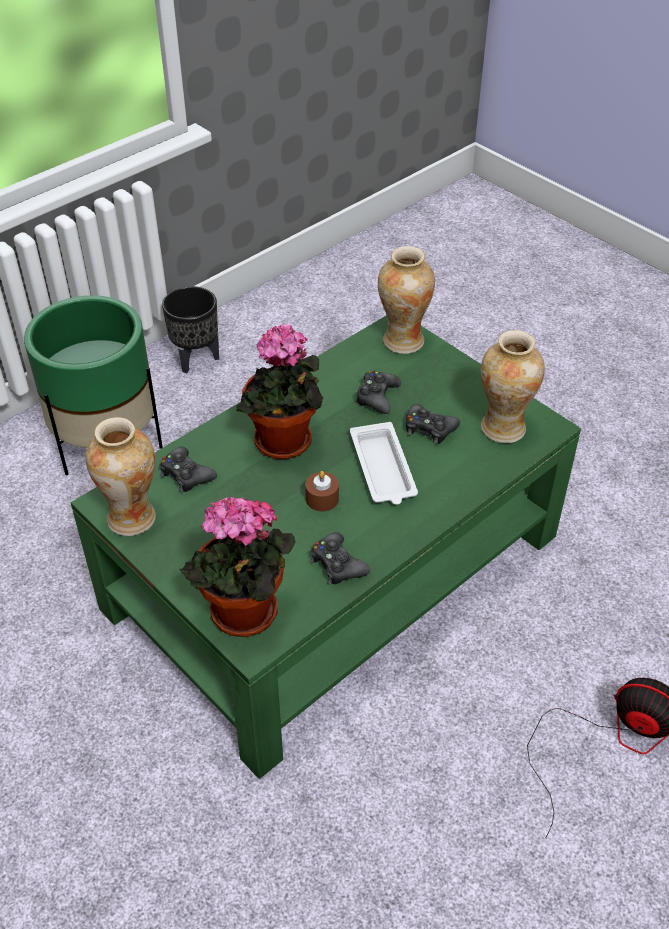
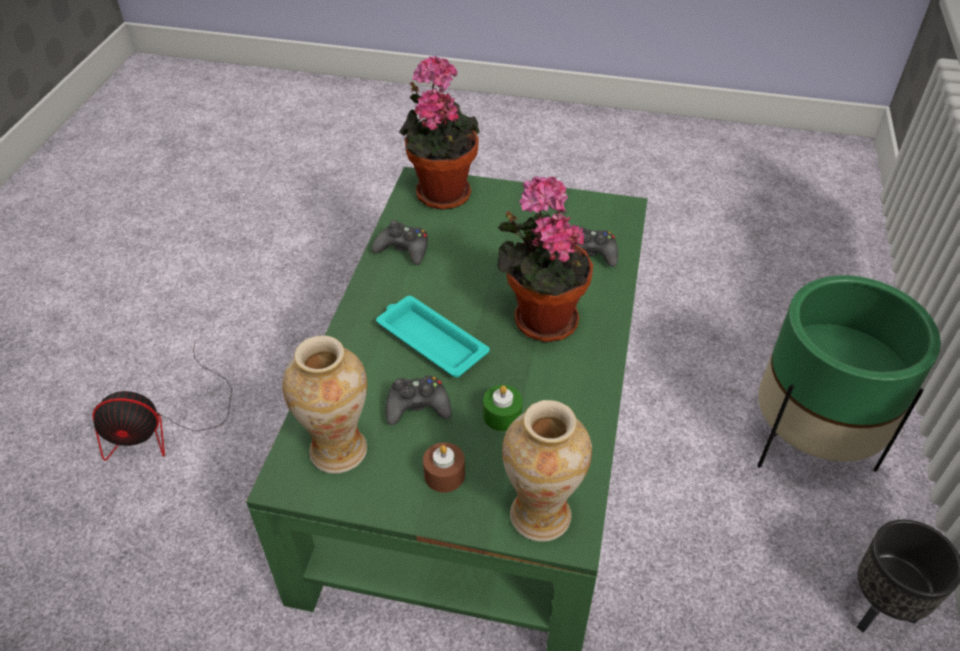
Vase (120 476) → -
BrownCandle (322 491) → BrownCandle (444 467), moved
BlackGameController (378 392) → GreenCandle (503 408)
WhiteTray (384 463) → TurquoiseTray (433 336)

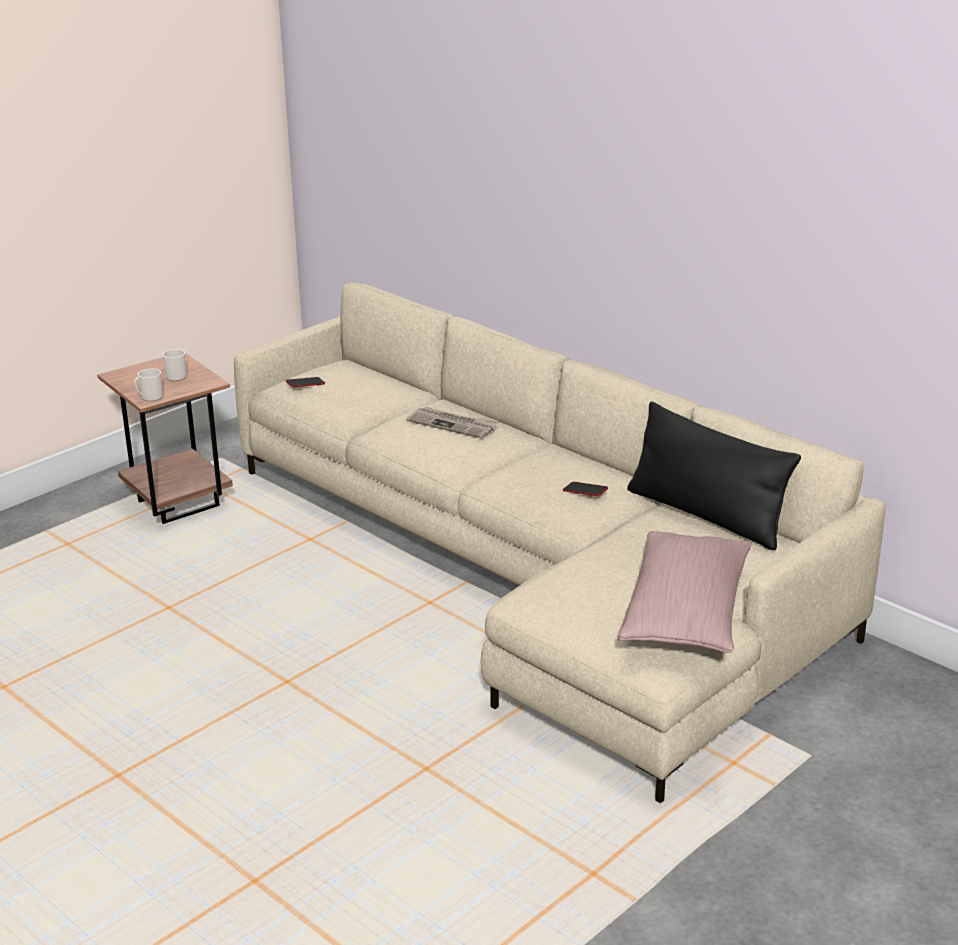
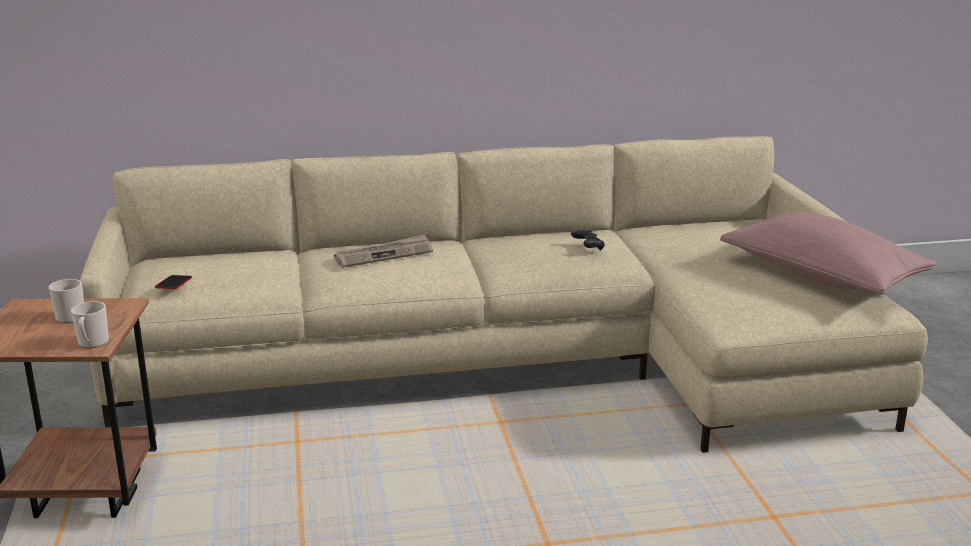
BlackPillow (714 475) → -
Phone (585 489) → BlackGameController (588 240)

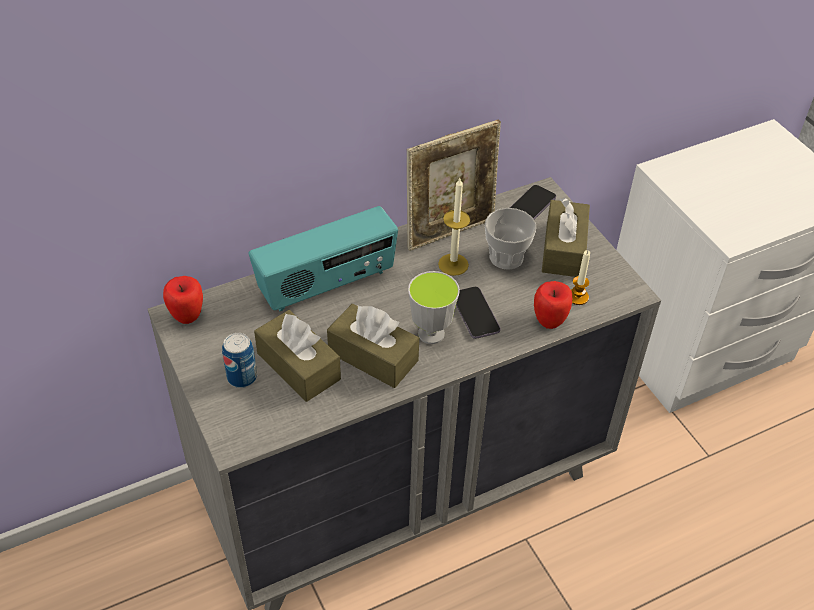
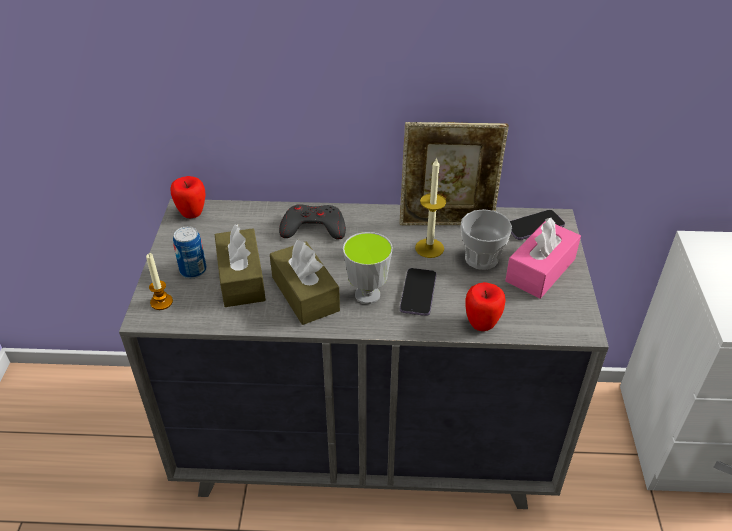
Candle (580 277) → Candle (159 281), moved
Radio (323 259) → GreyGameController (312 221)
BrownTissueBox (566 237) → PinkTissueBox (543 258)

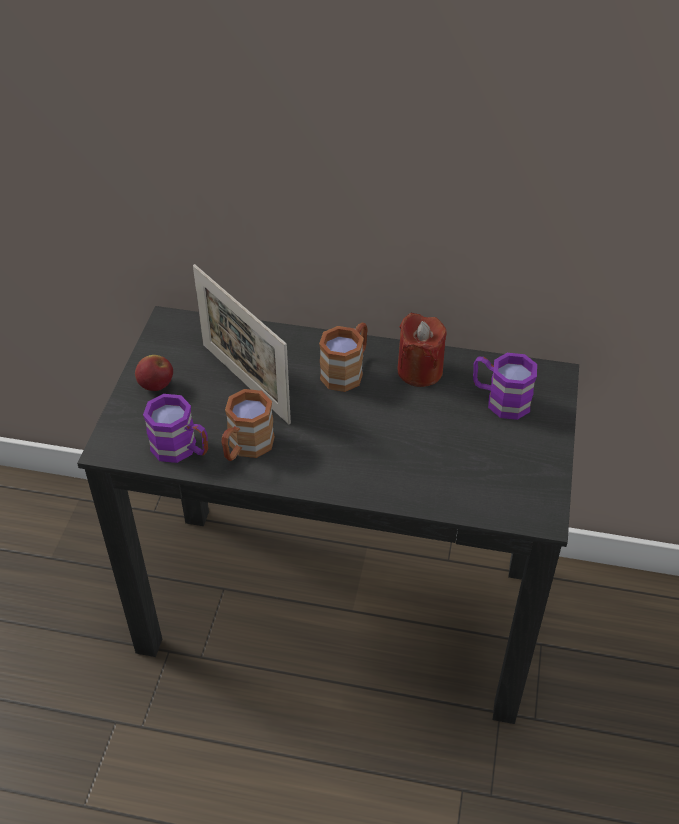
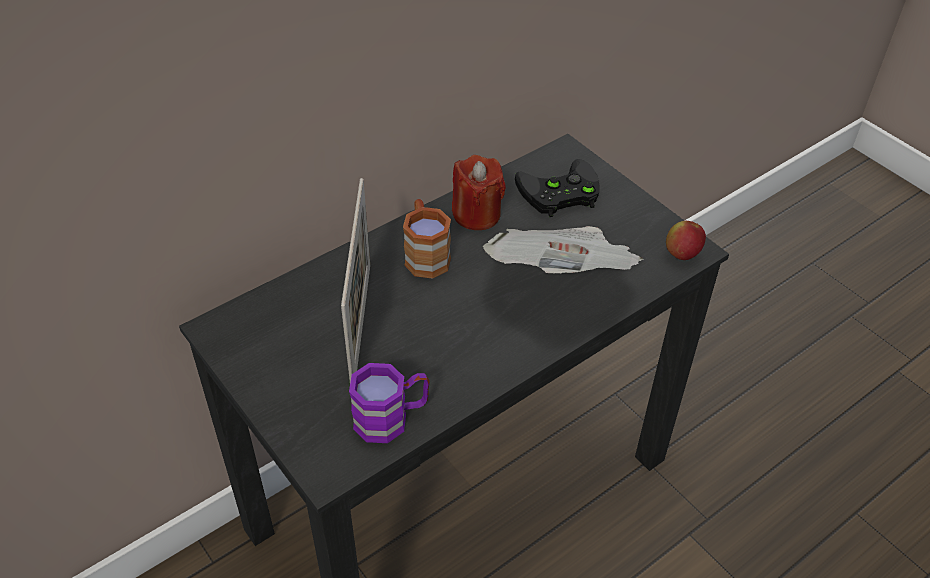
BrownMug (248 425) → -
- → Newspaper (563 249)
Apple (154 373) → Apple (686 240), moved
PurpleMug (505 386) → BlackGameController (557 188)
PictureFrame (242 344) → PictureFrame (355 280), 90 degrees counterclockwise

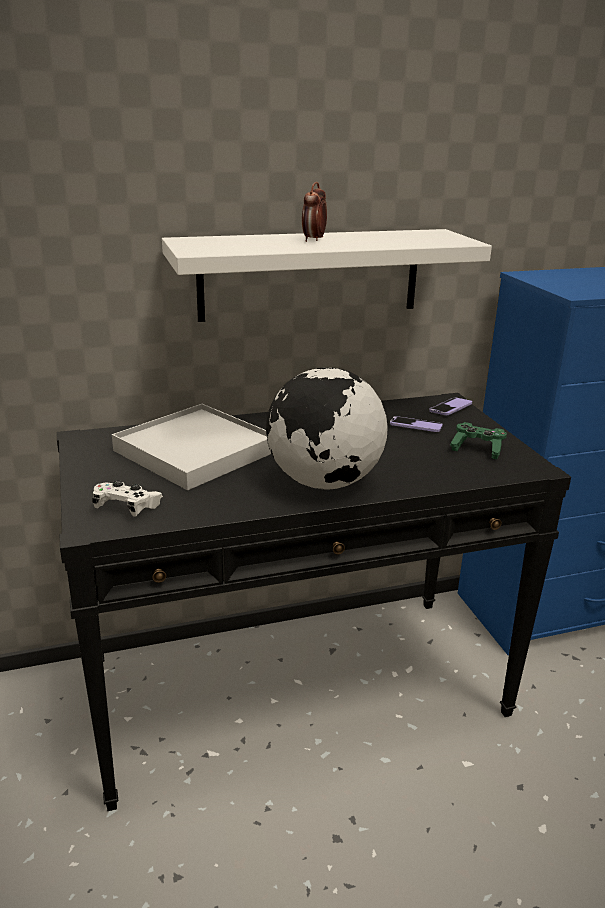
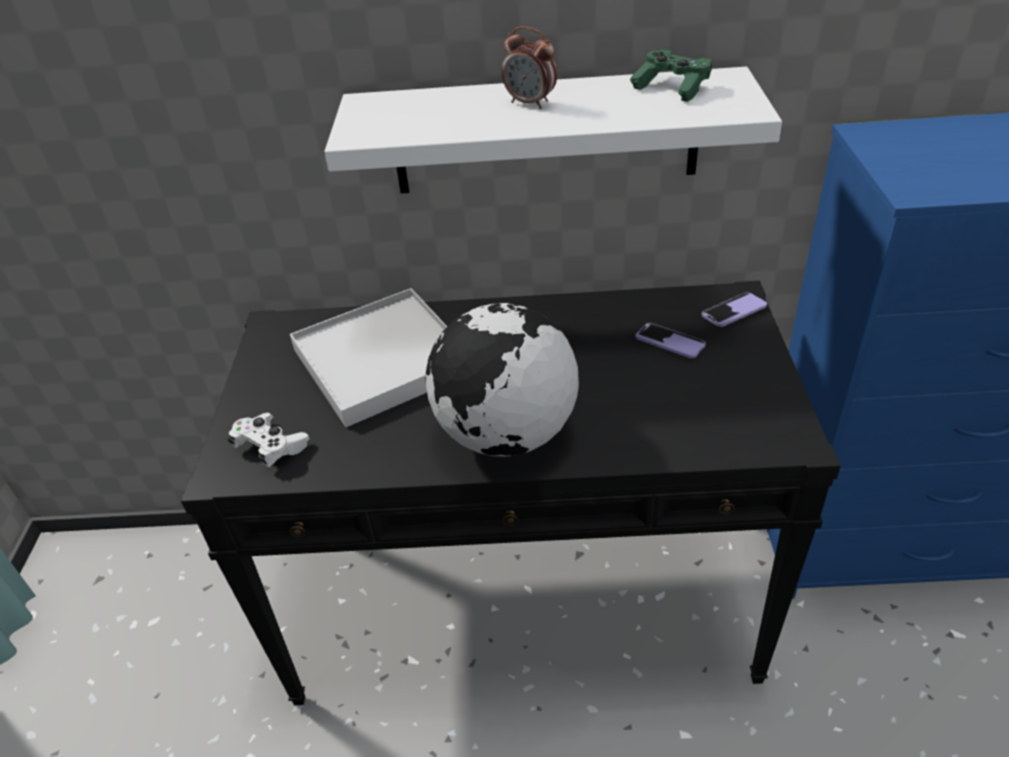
GreenGameController (478 440) → GreenGameController (671 75), moved
AlarmClock (314 212) → AlarmClock (529 67), 90 degrees counterclockwise

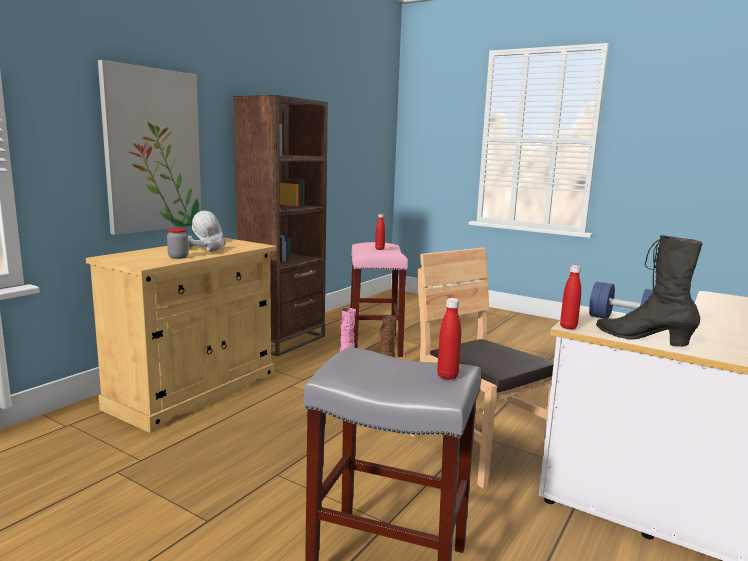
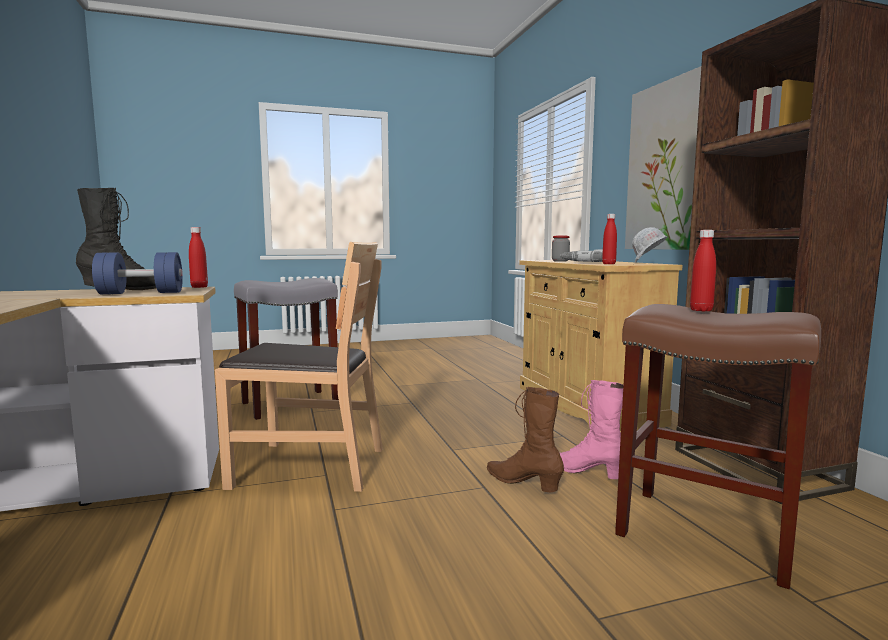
RedBottle (449 339) → RedBottle (609 239), moved
PinkStool (379 299) → BrownStool (718 446)

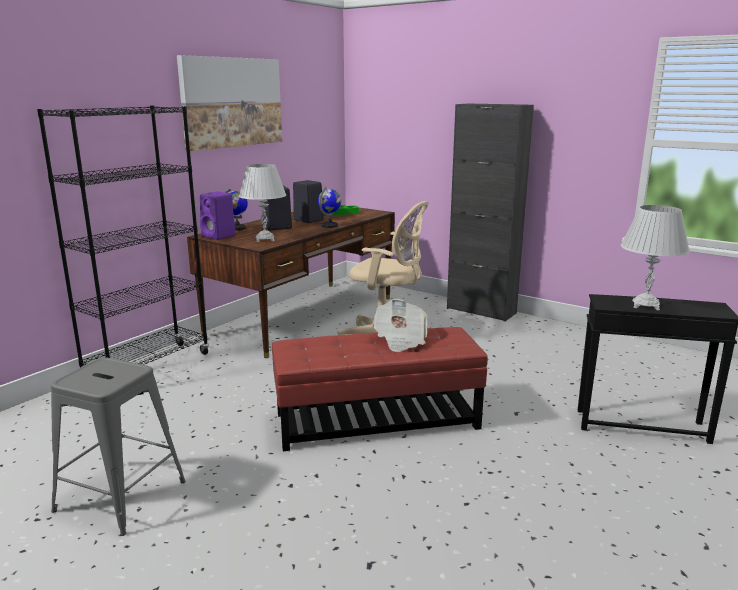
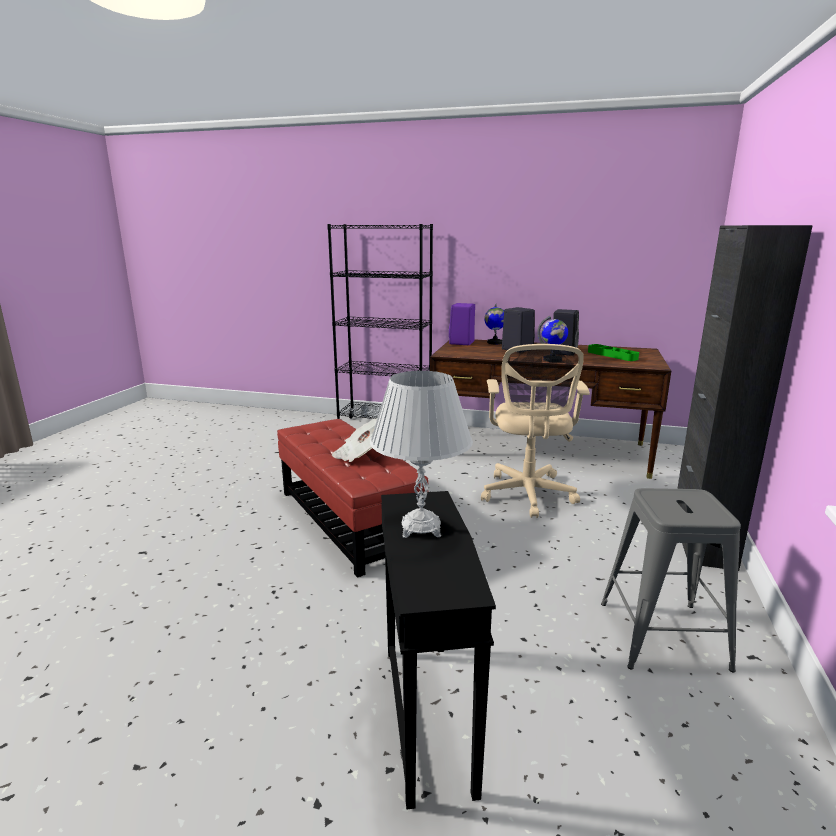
Picture (229 103) → -
WhiteTableLamp (262 203) → -
GreyStool (118 446) → GreyStool (671 580), moved

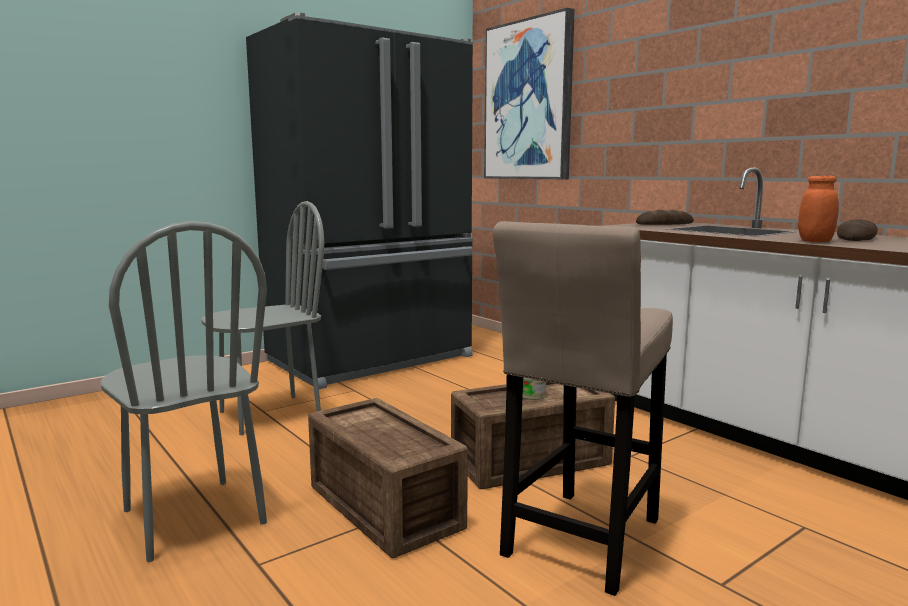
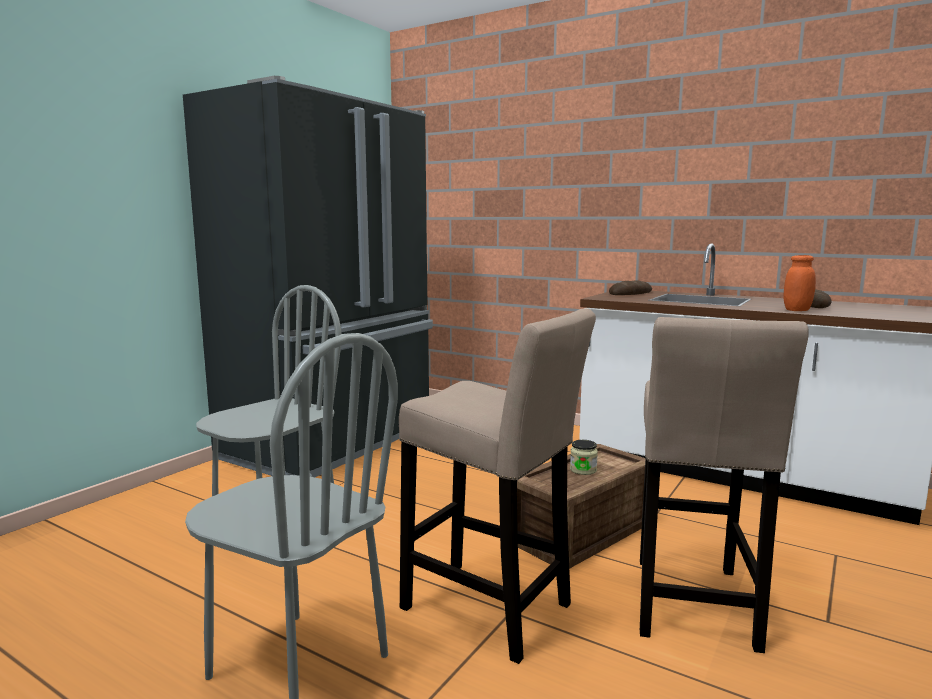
Picture (529 93) → -
Crate (388 478) → BeigeStool (497 486)

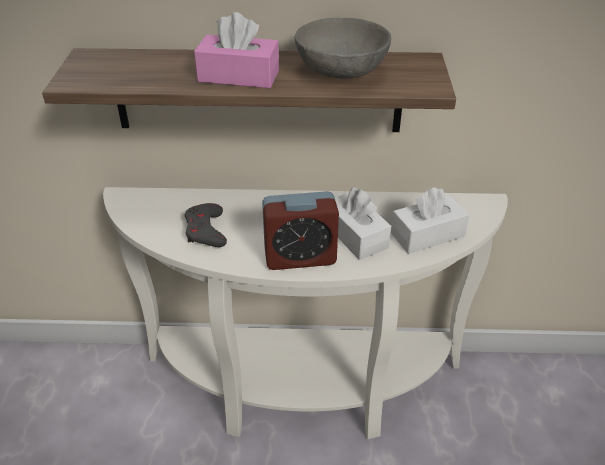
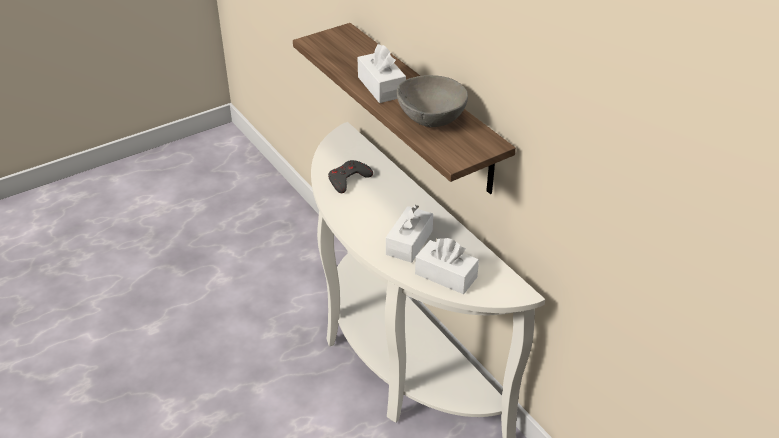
AlarmClock (300 230) → -
PinkTissueBox (236 50) → WhiteTissueBox (382 73)

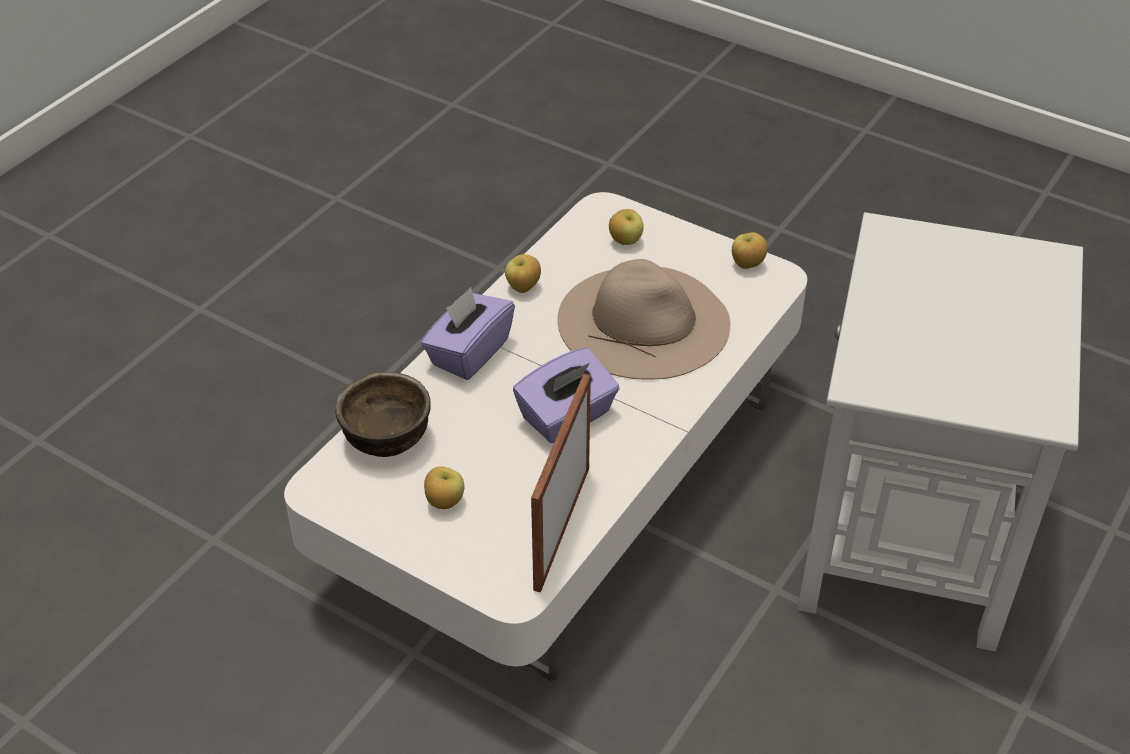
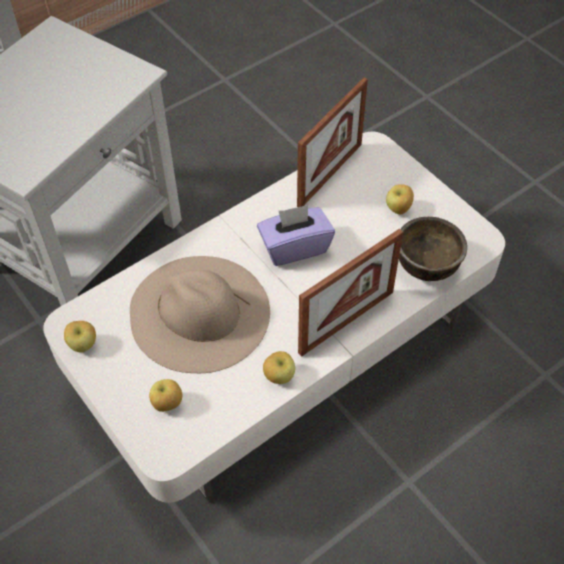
PurpleTissueBox (468 333) → PictureFrame (350 293)

